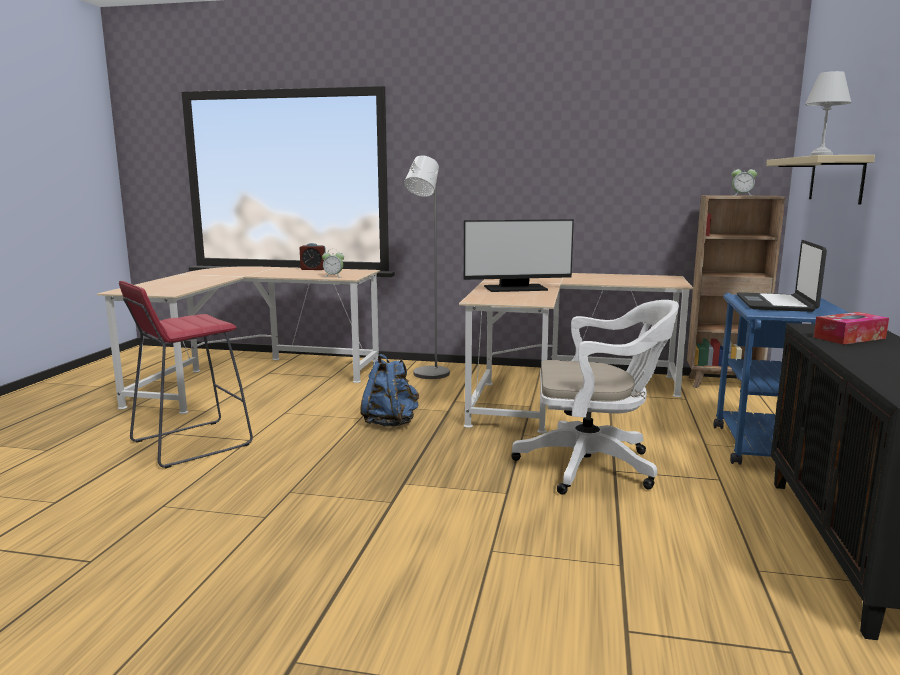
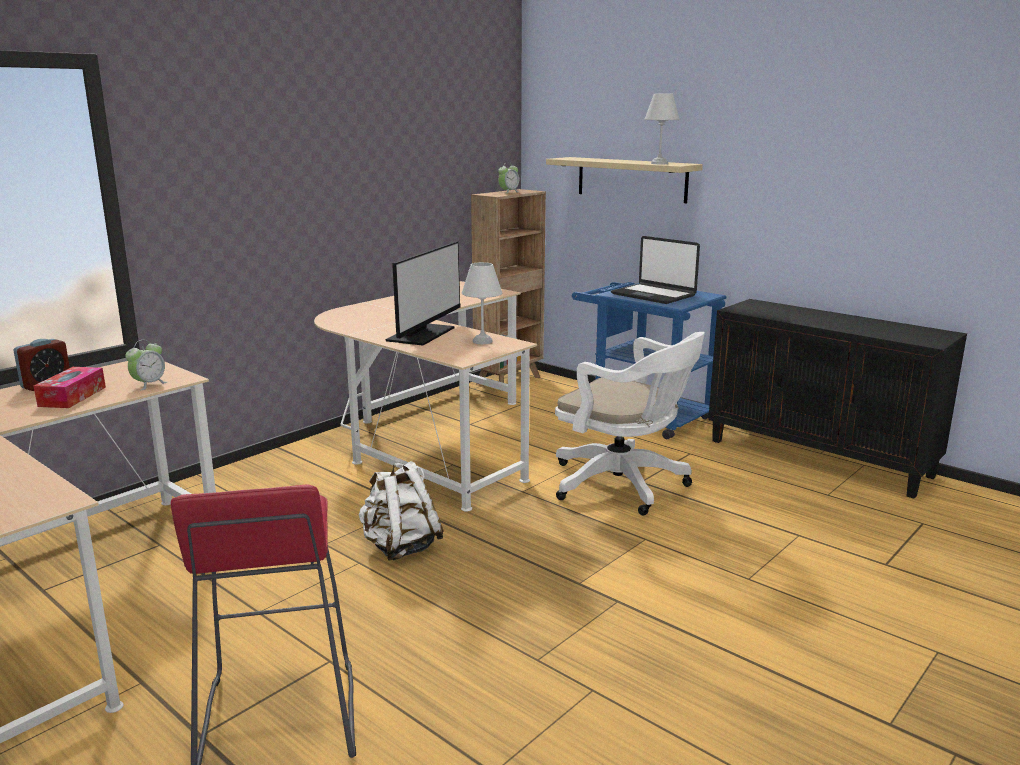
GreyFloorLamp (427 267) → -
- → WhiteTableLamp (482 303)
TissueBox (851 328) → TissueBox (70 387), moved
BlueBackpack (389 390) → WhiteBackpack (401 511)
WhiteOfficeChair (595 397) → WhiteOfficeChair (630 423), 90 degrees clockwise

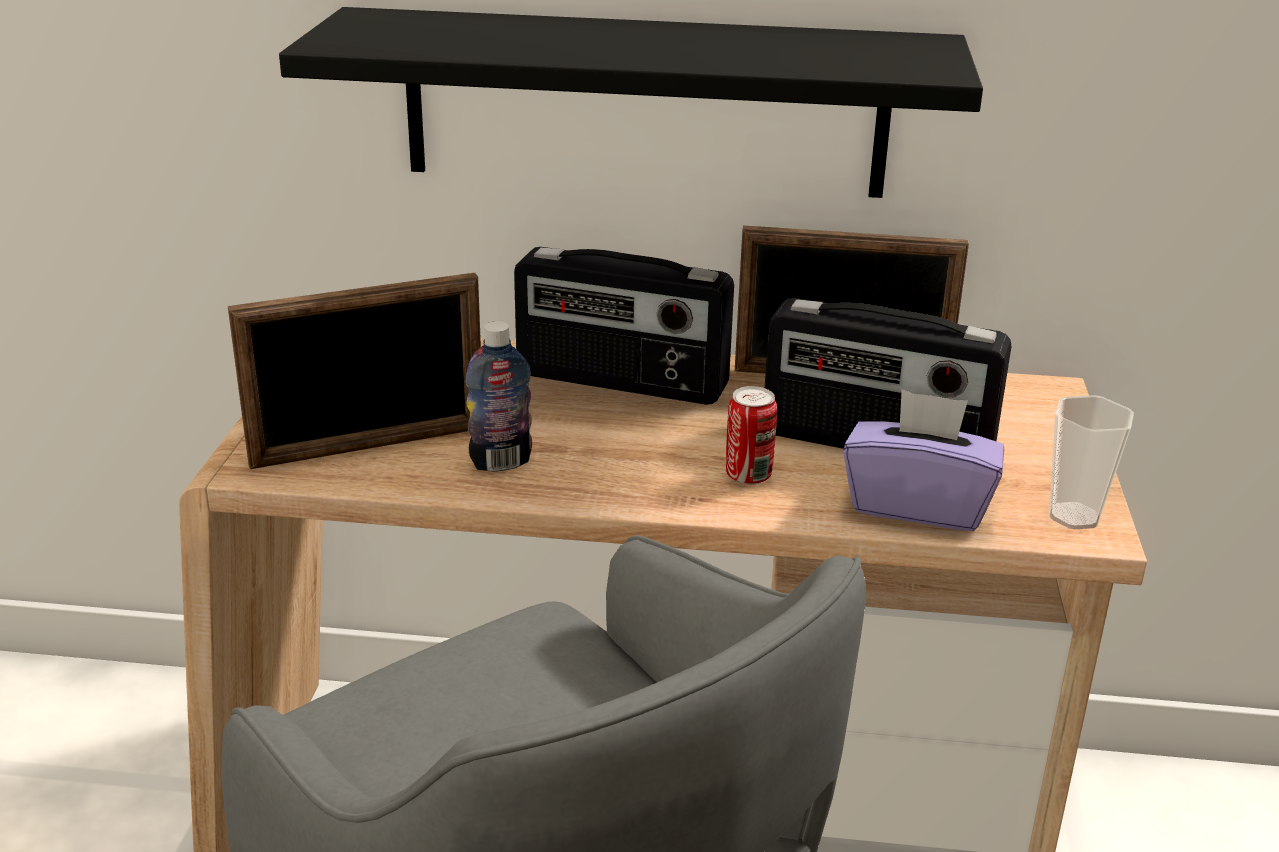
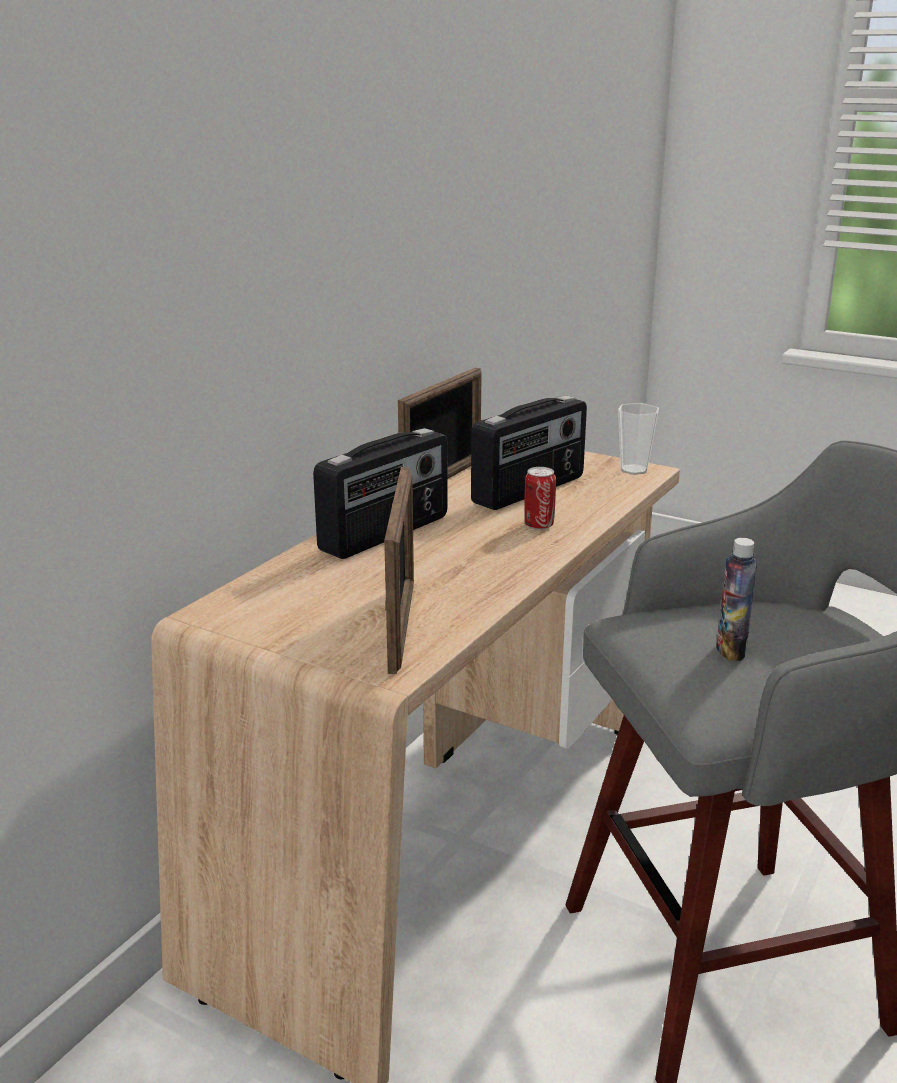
BlackShelf (631 102) → -
PurpleTissueBox (923 460) → -
Bottle (499 396) → Bottle (736 599), moved

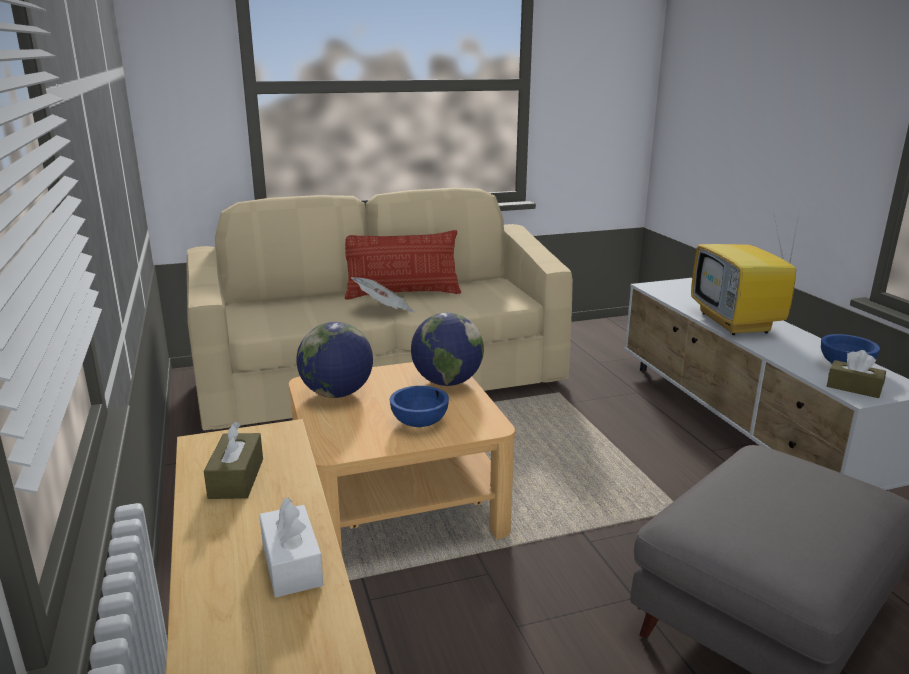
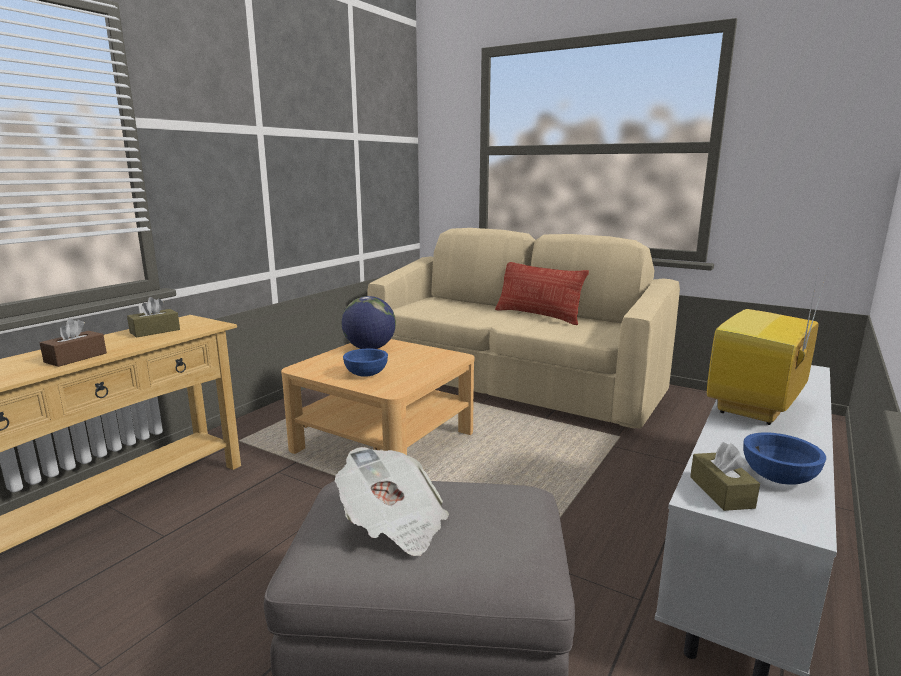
Globe (447 349) → -
Newspaper (383 294) → Newspaper (392 501), moved
WhiteTissueBox (291 547) → BrownTissueBox (73 342)

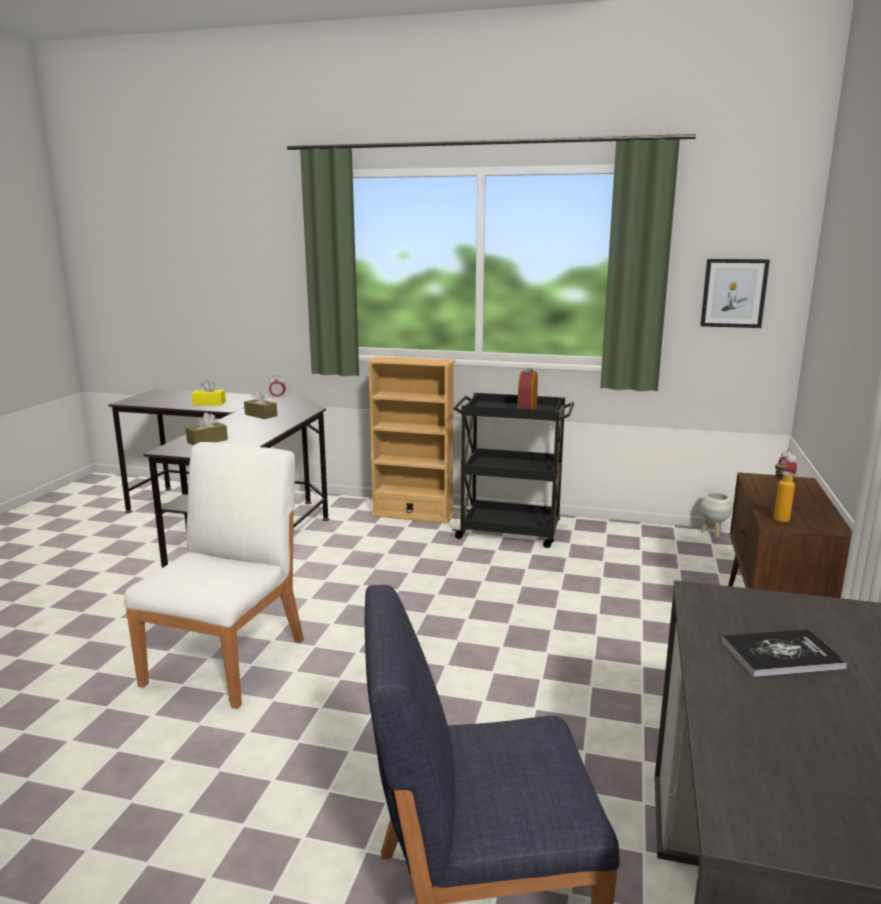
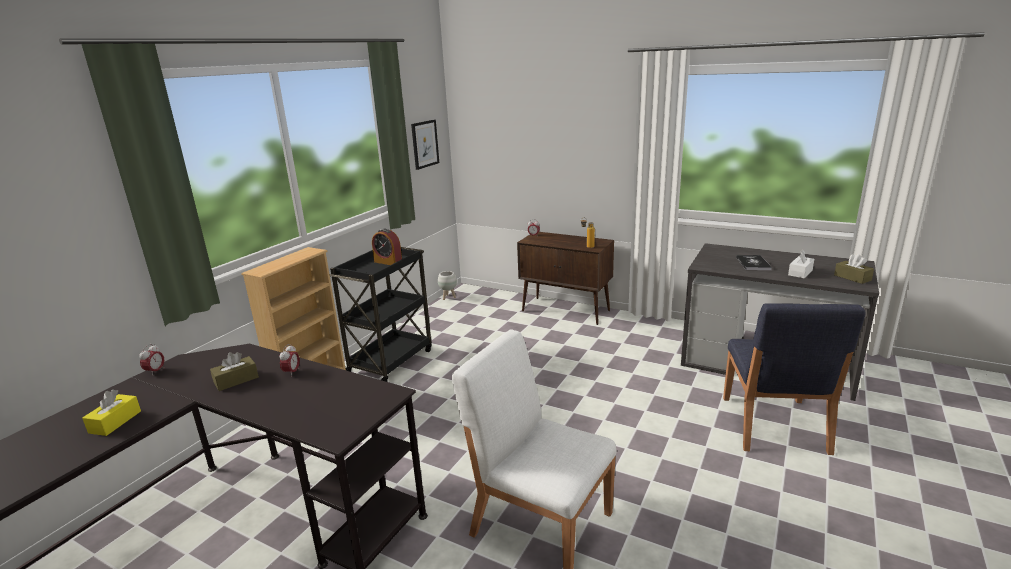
- → AlarmClock (289 360)
- → WhiteTissueBox (801 264)
BrownTissueBox (207 429) → BrownTissueBox (854 269), moved

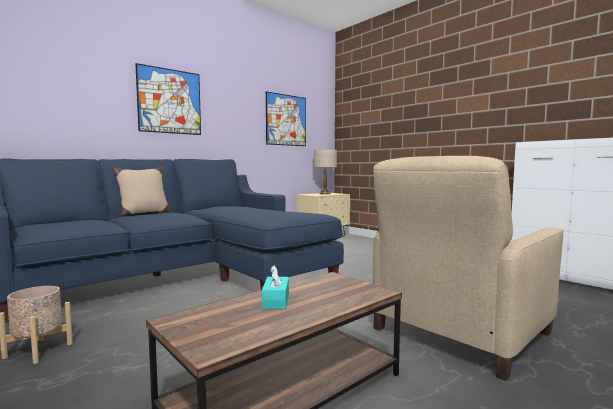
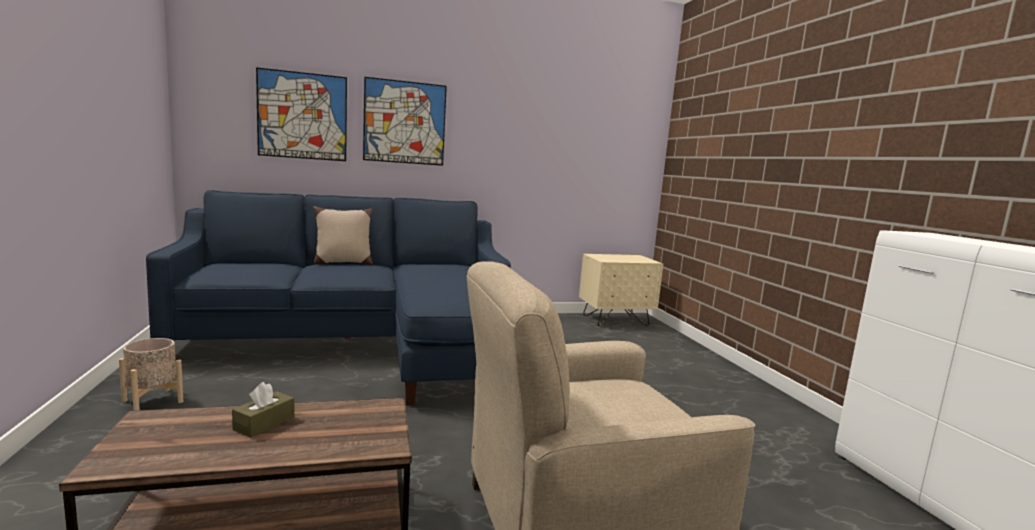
BeigeTableLamp (325 171) → -
Picture (286 118) → Picture (301 114), moved
TurquoiseTissueBox (275 287) → BrownTissueBox (263 410)

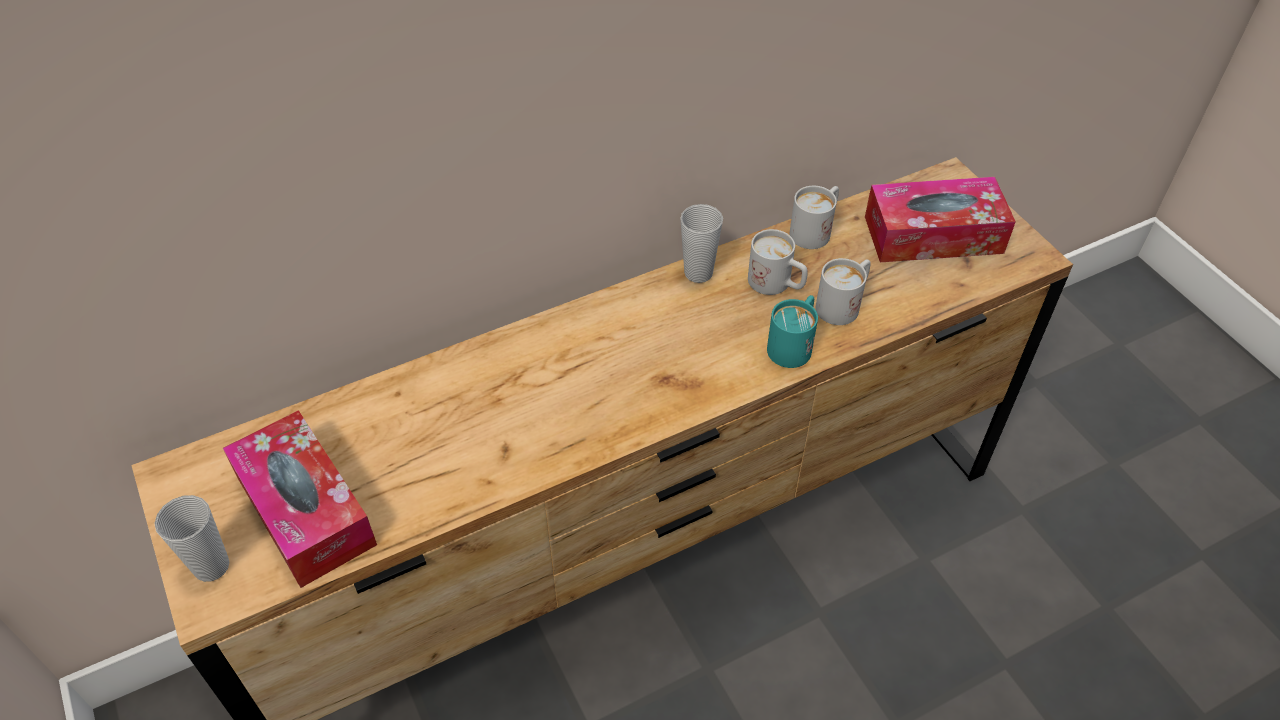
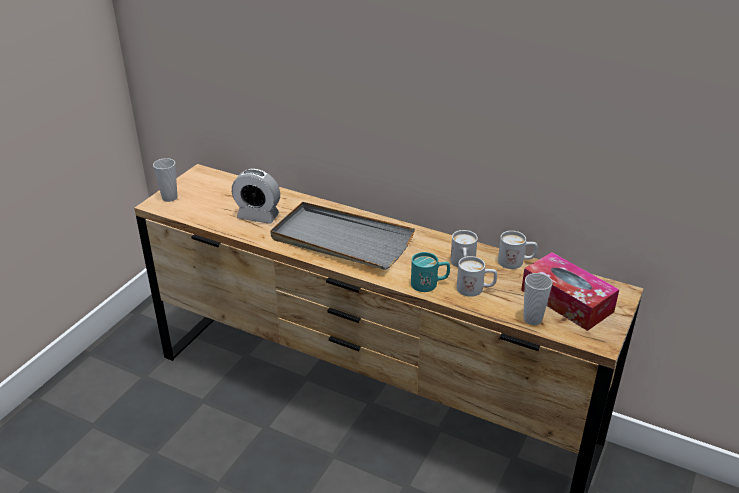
TissueBox (300 499) → -
- → AlarmClock (256 196)
- → GreyTray (342 236)
Cup (701 243) → Cup (538 299), moved

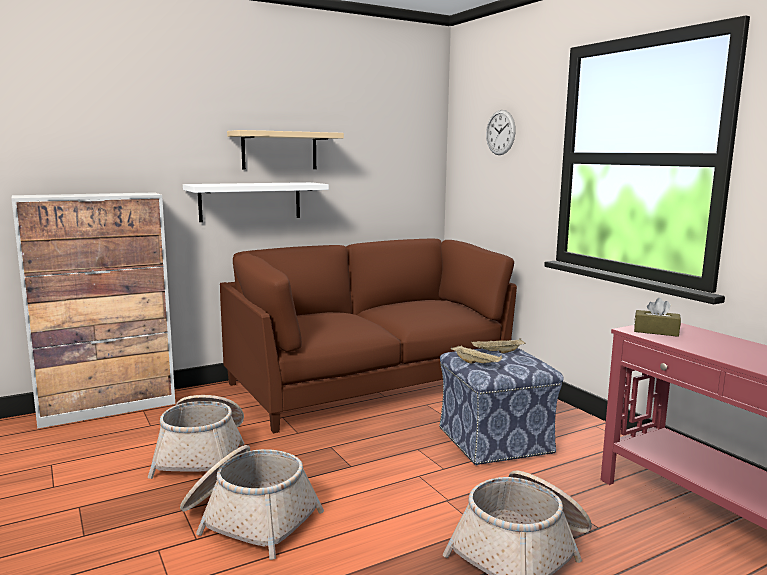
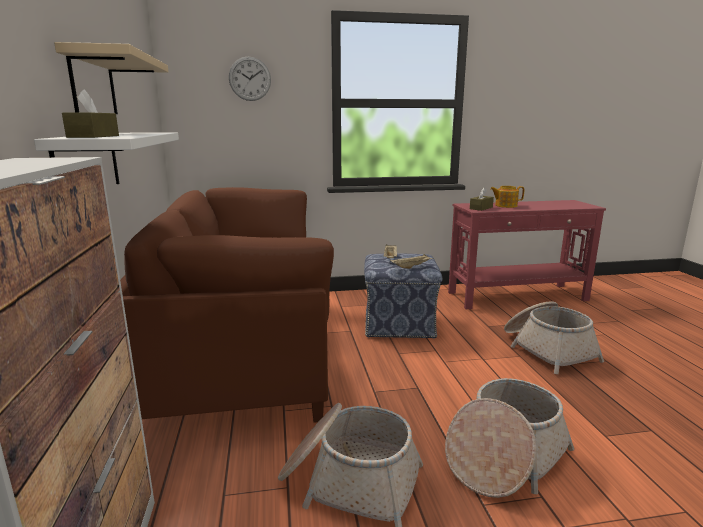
- → BrownTissueBox (90 113)
- → Teapot (507 197)

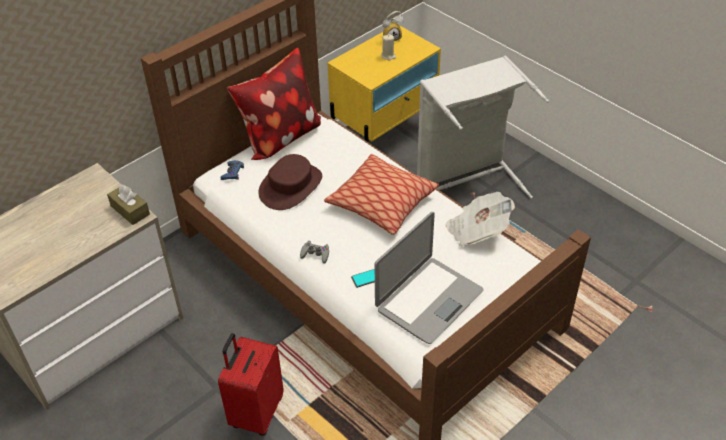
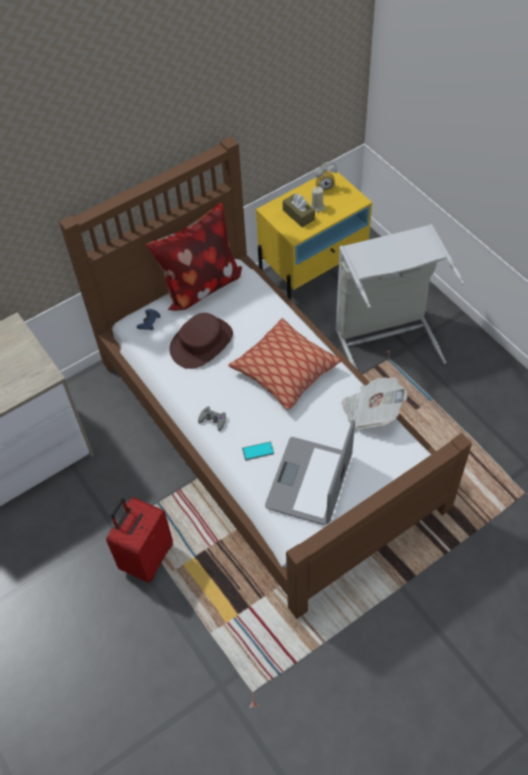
BrownTissueBox (128 204) → BrownTissueBox (299 210), moved
Laptop (429 278) → Laptop (310 472), 150 degrees clockwise

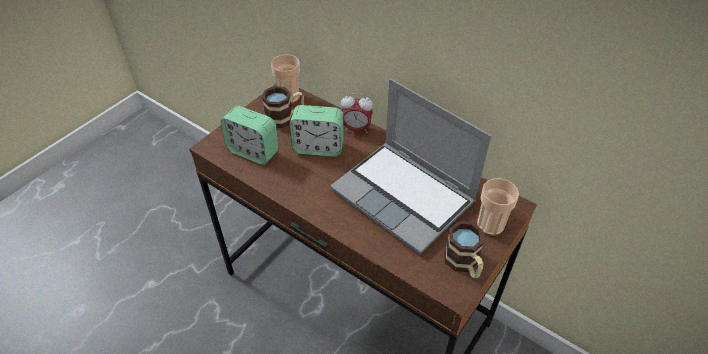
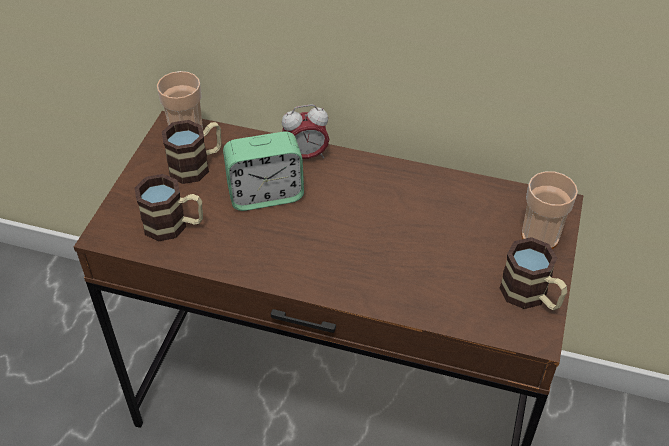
Laptop (411 167) → -
AlarmClock (250 135) → Mug (169 207)

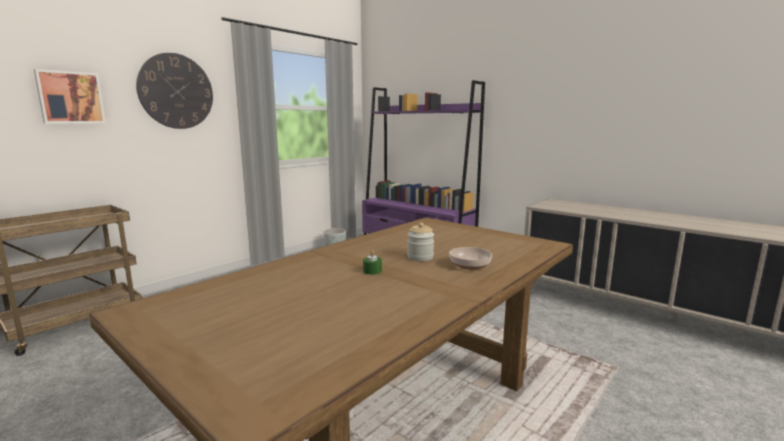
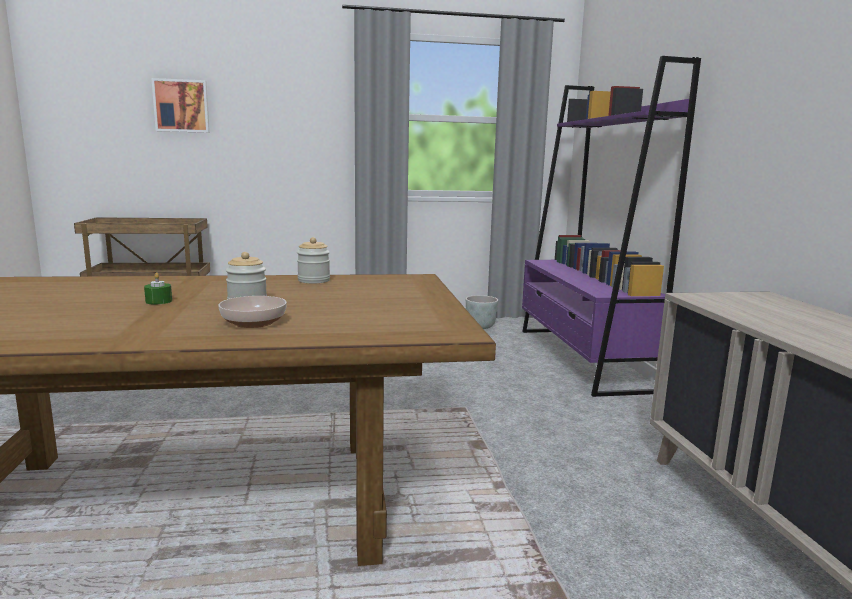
WallClock (174 91) → -
- → Jar (313 260)

